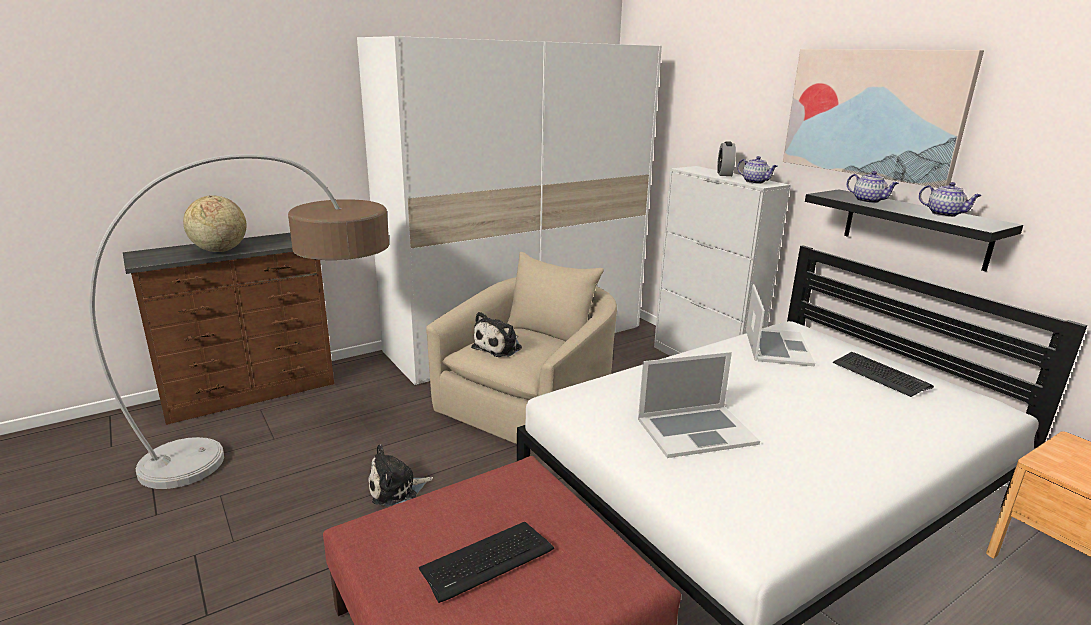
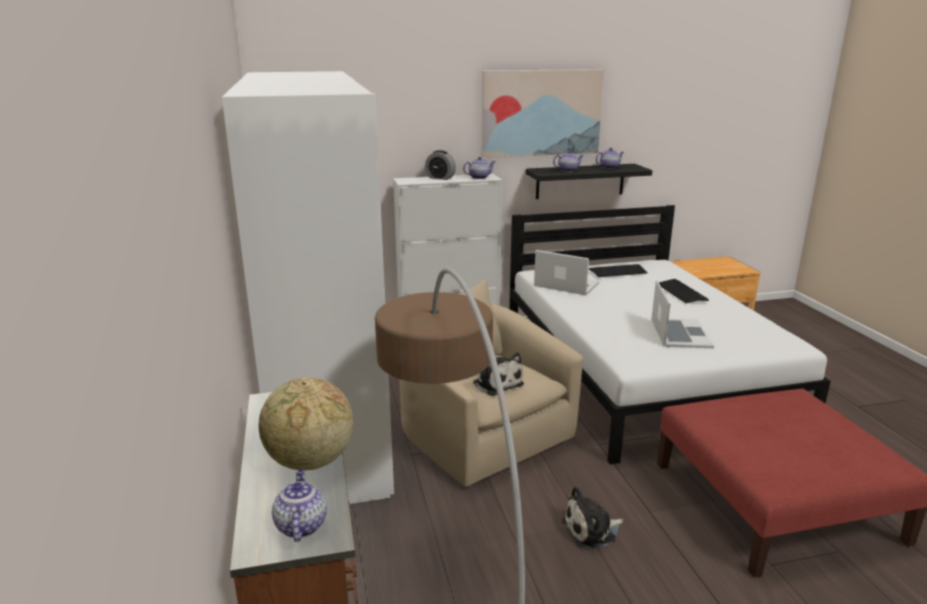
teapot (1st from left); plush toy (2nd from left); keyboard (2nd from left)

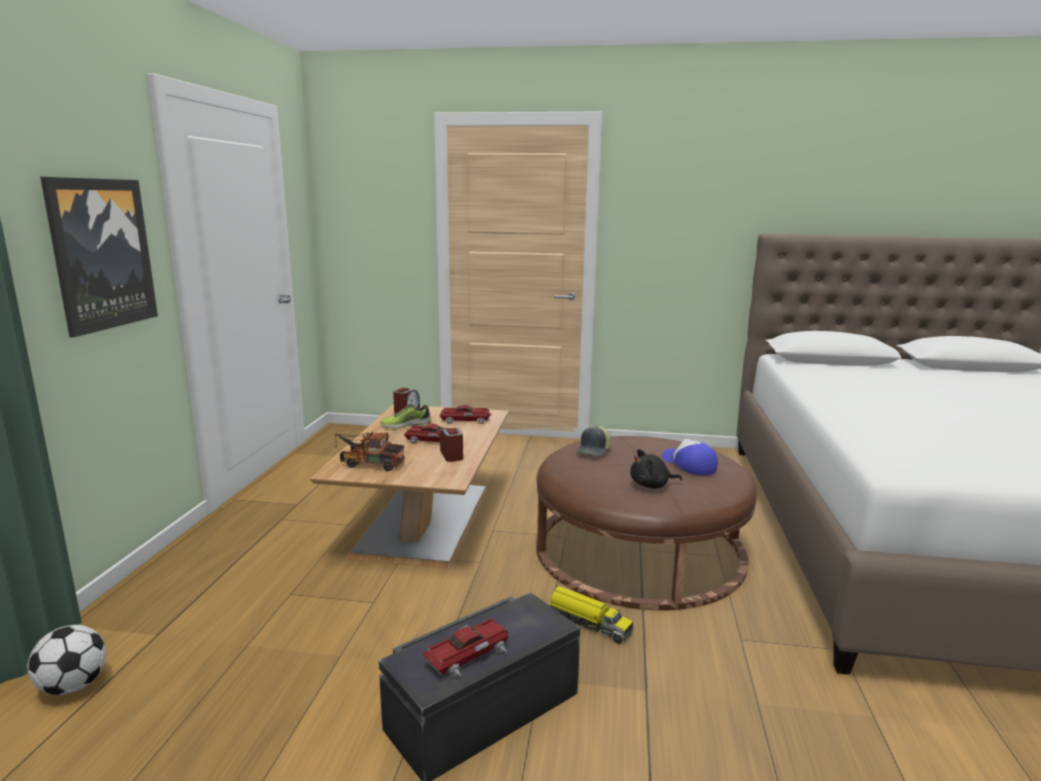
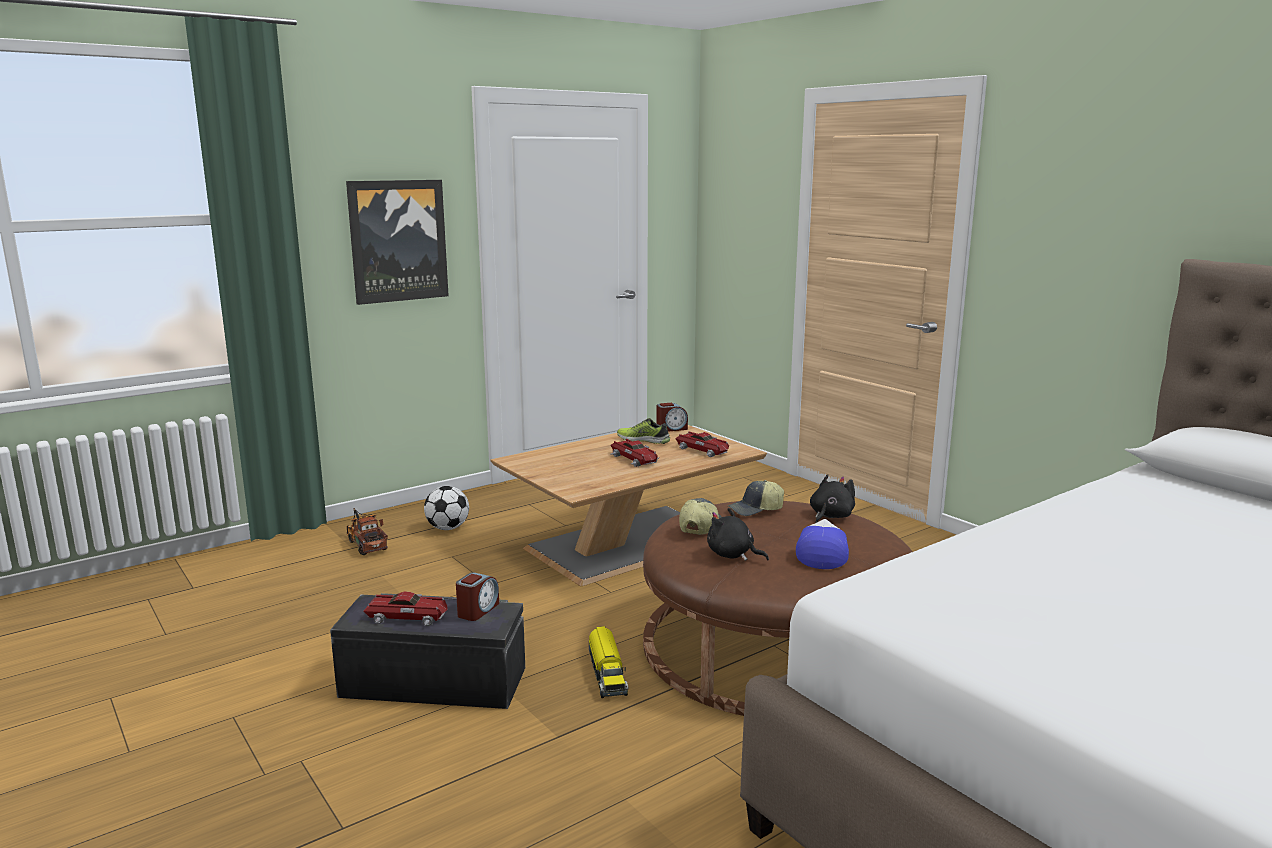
toy truck (1st from left); football; alarm clock (1st from left); cap (1st from left); black plush toy (2nd from left)

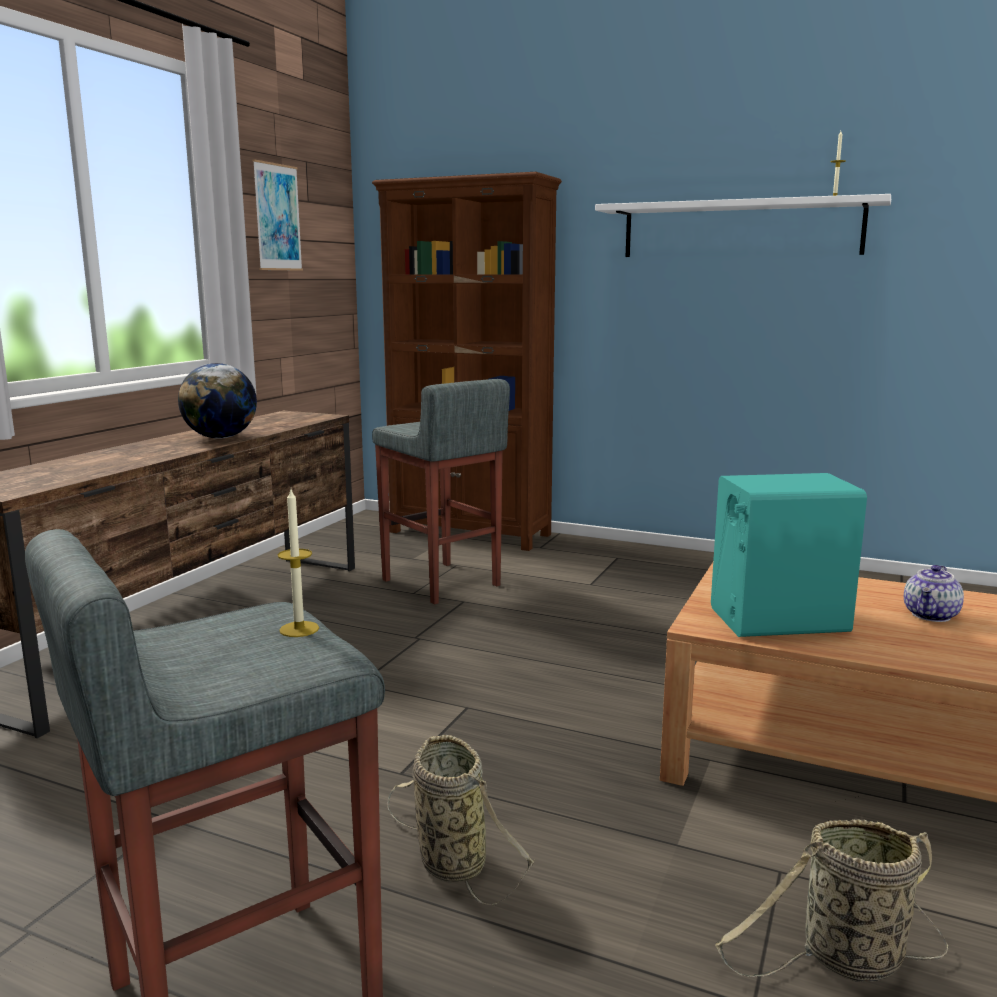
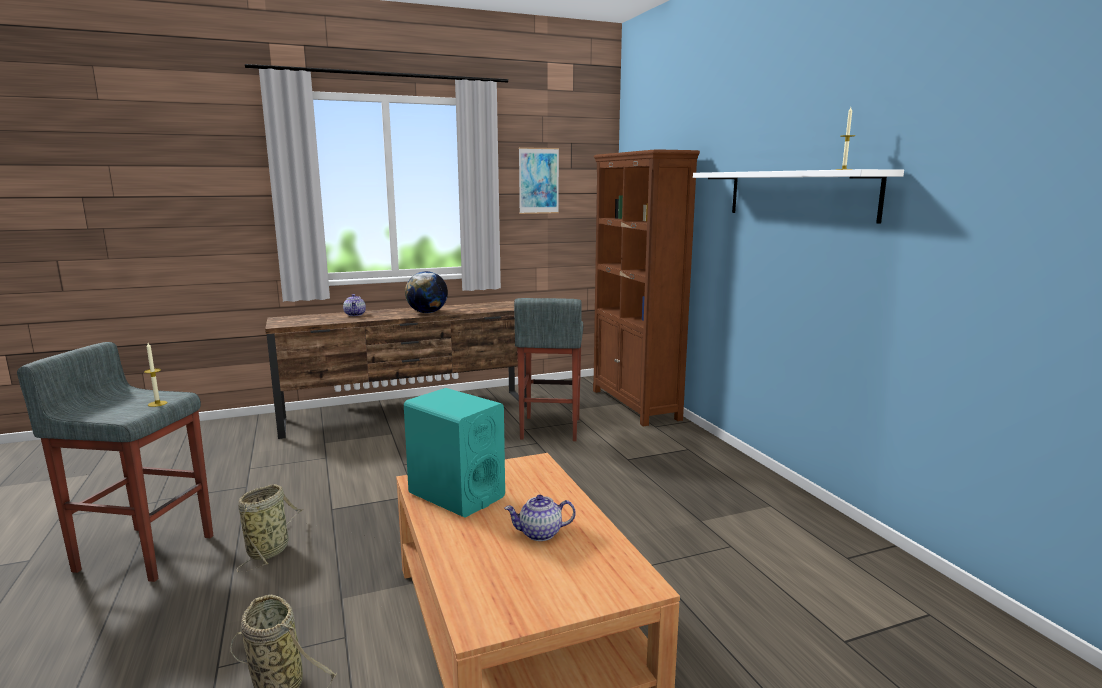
teapot (1st from left)

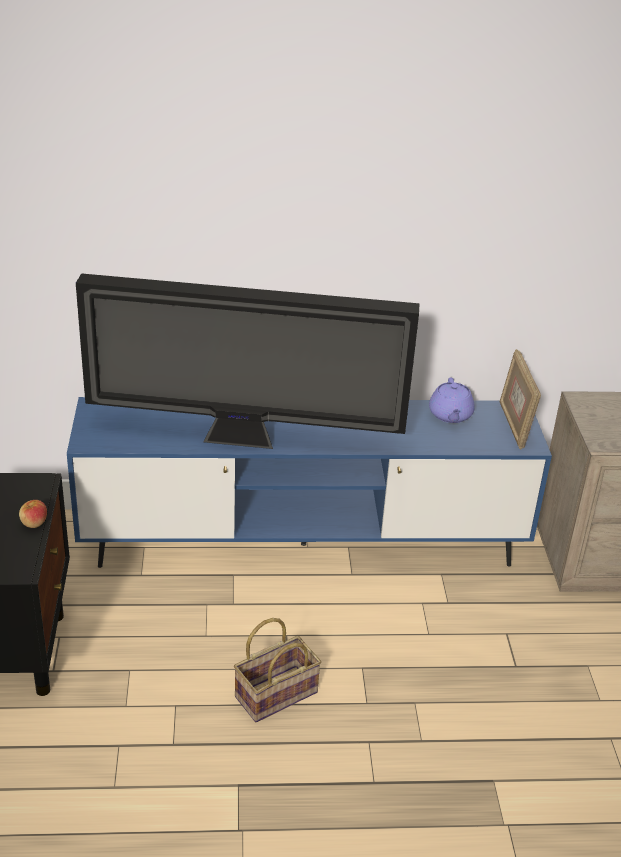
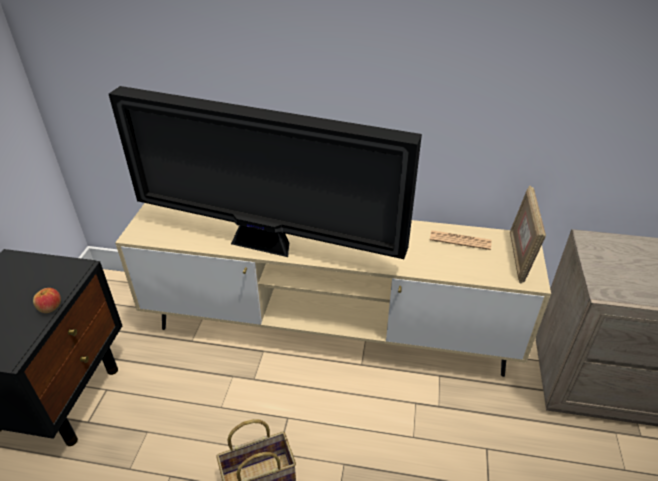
beige tv stand; newspaper

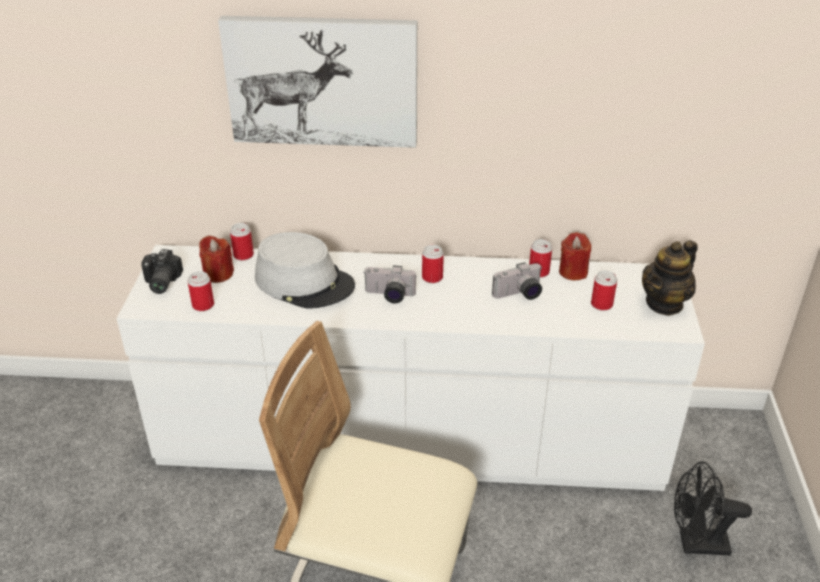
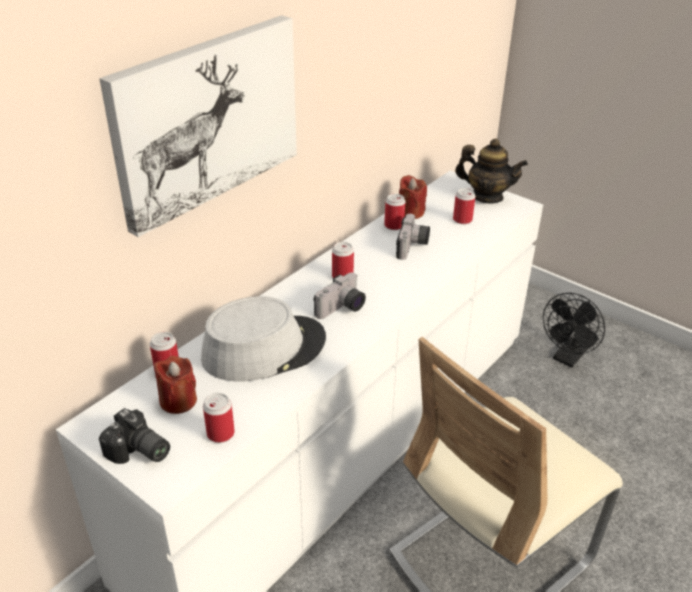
teapot

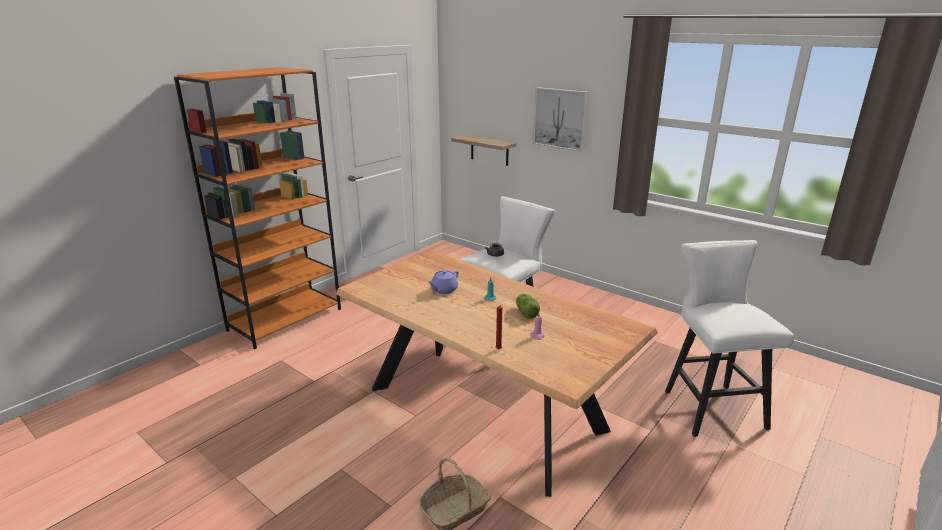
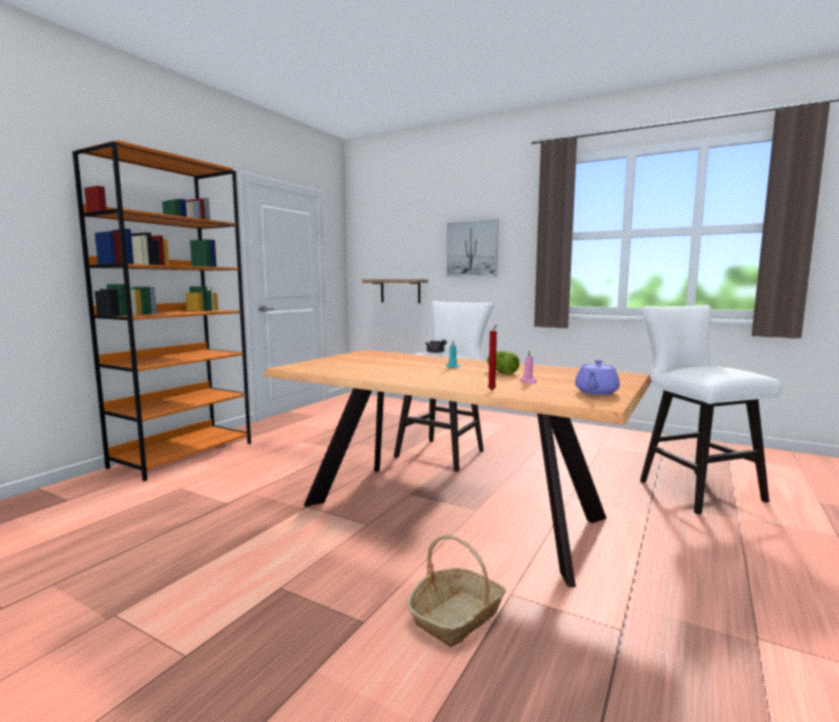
purple teapot

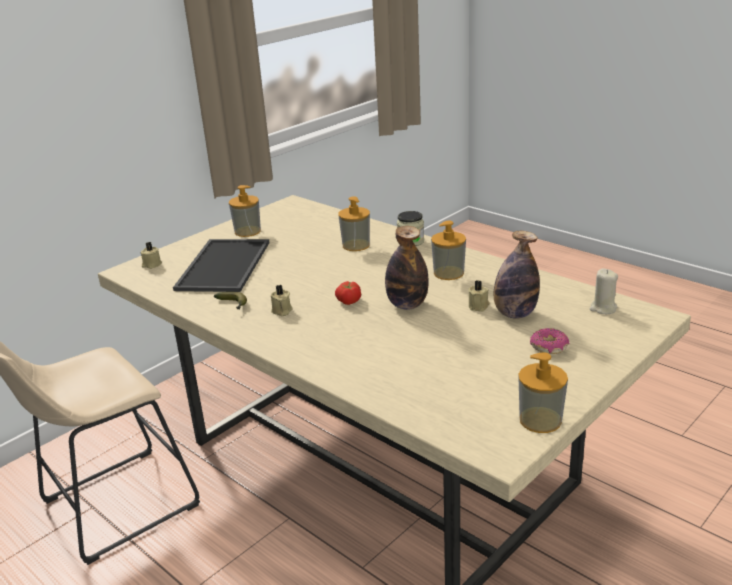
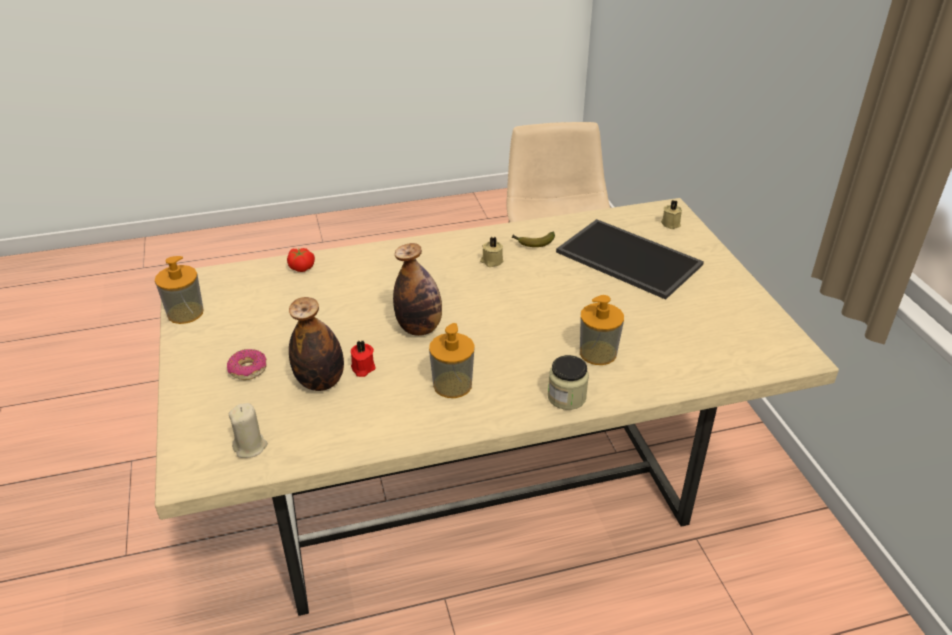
tomato; red candle; soap dispenser (1st from left in the first image)

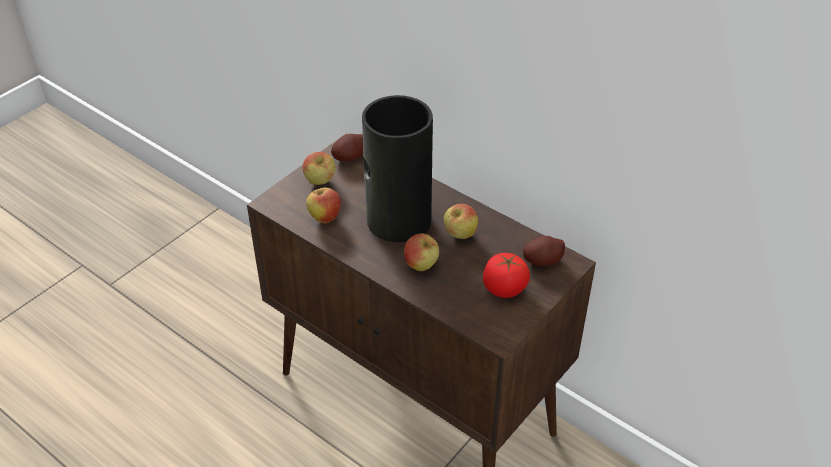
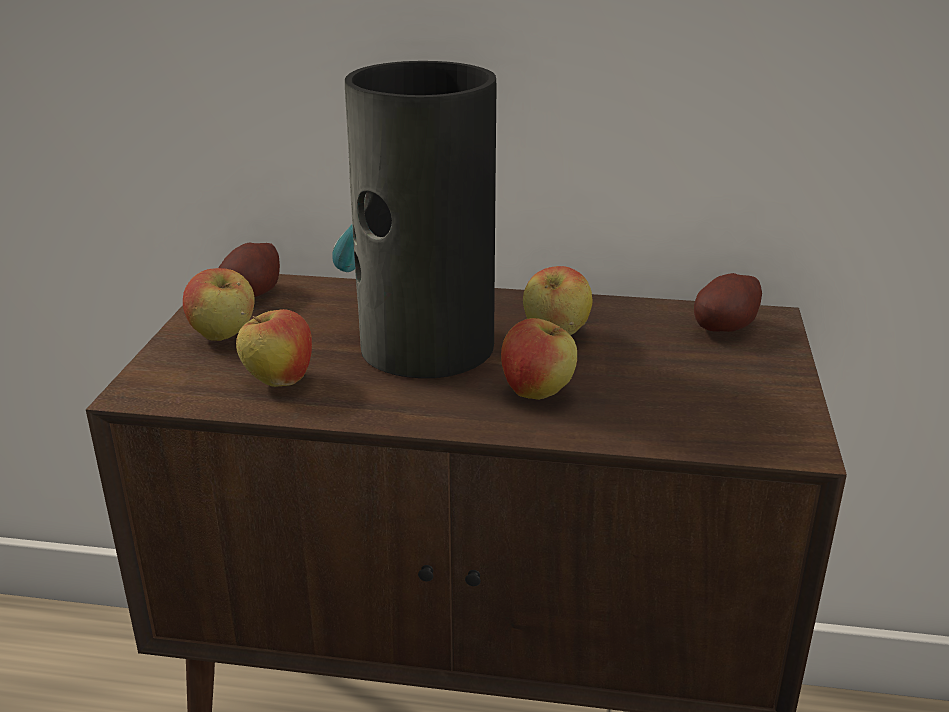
tomato

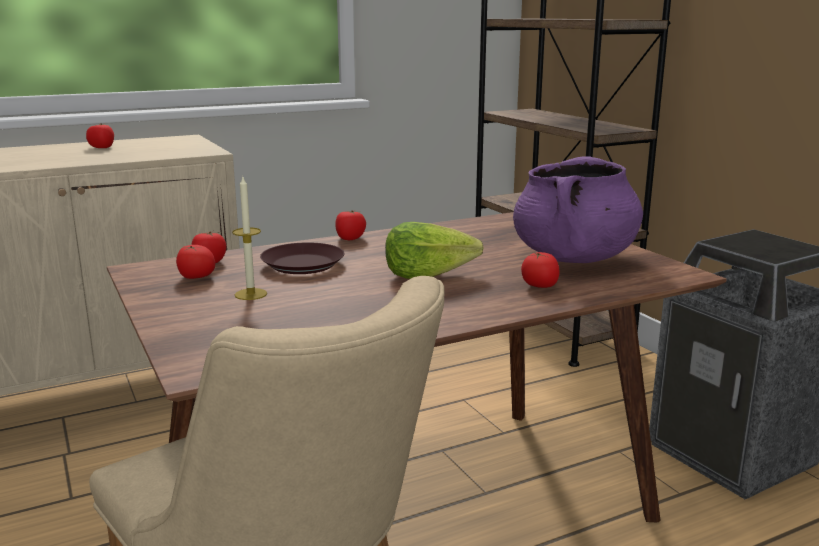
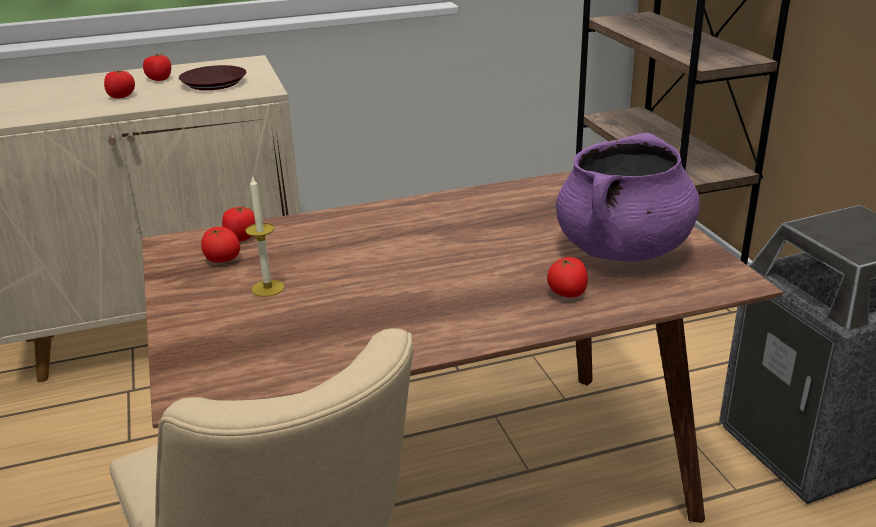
tomato (1st from left); brown plate; lettuce

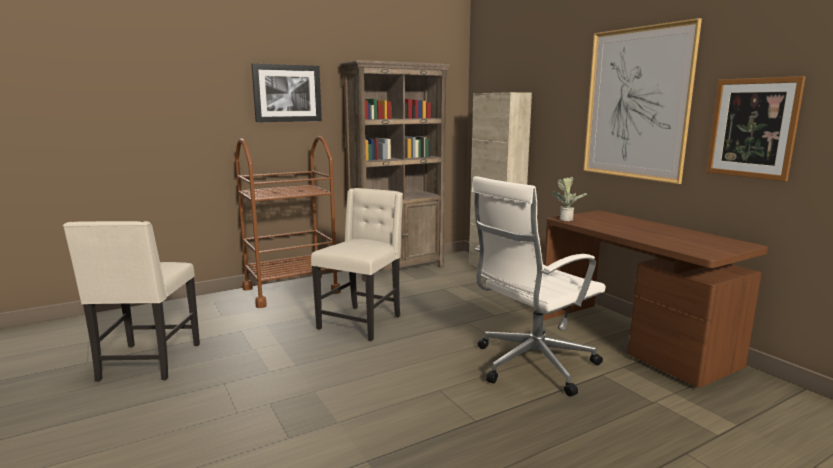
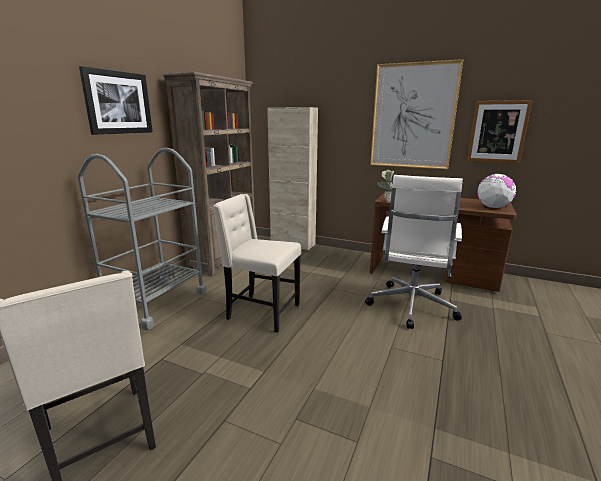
grey cart; beige chair (2nd from left); globe

